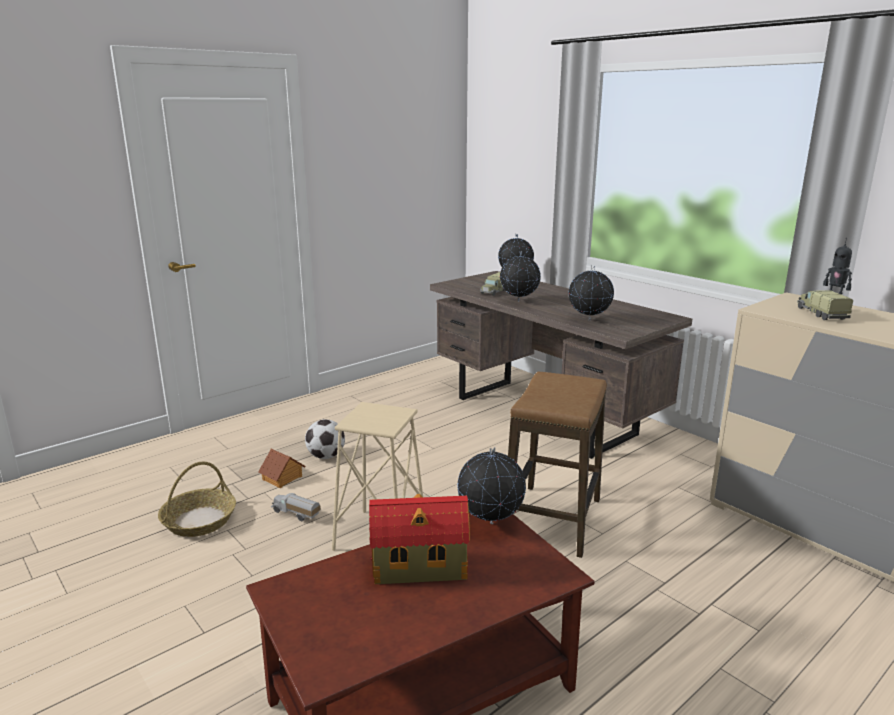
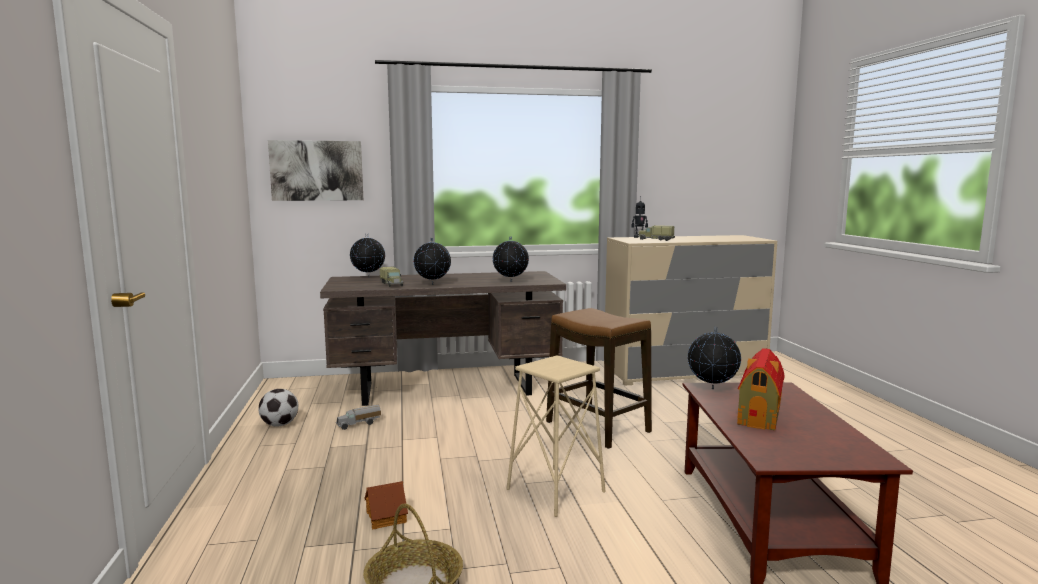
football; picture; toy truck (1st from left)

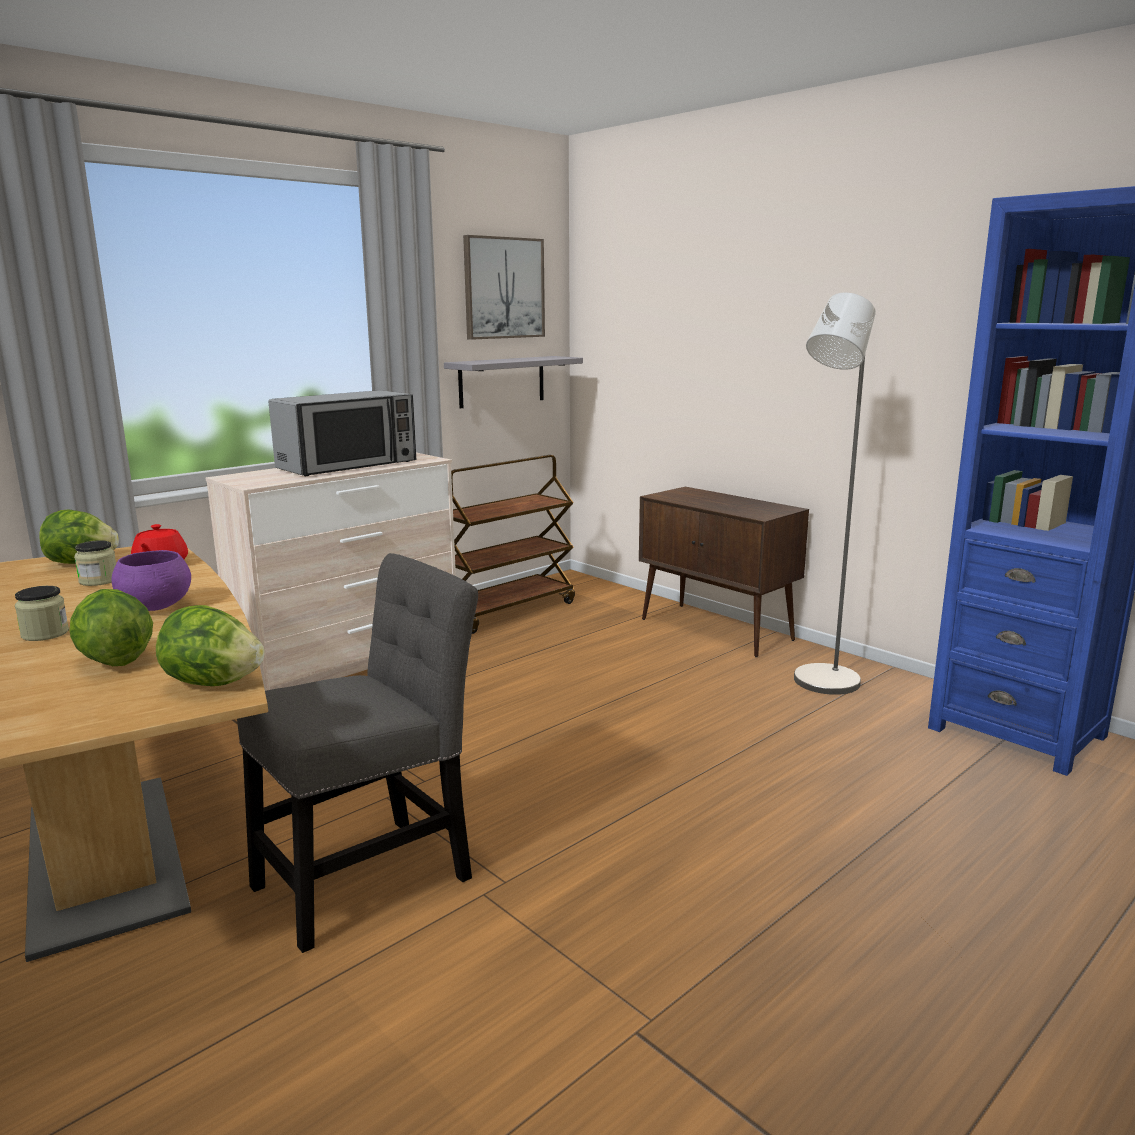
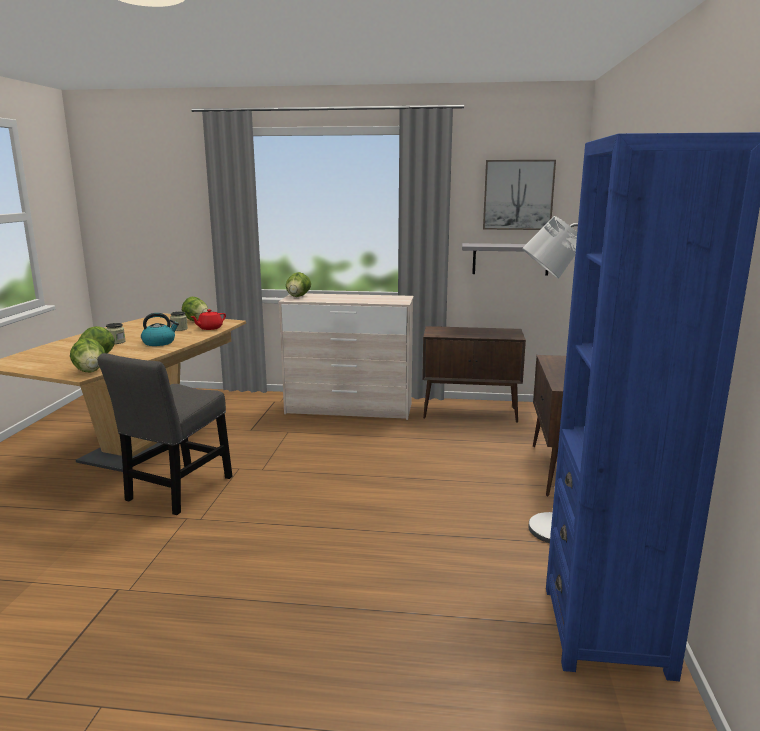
grey chair; kettle; lettuce (4th from left); brown cabinet (1st from left); microwave

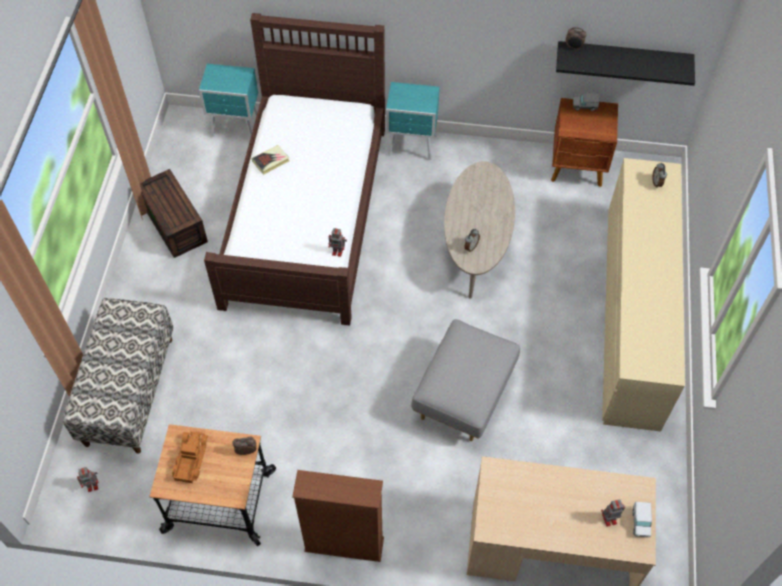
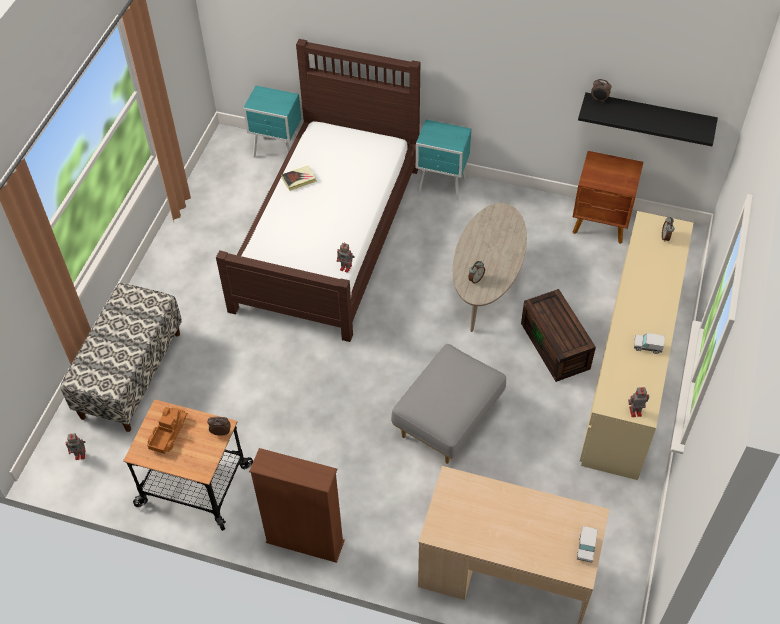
brown storage box; toy robot (3rd from left); toy truck (3rd from left)

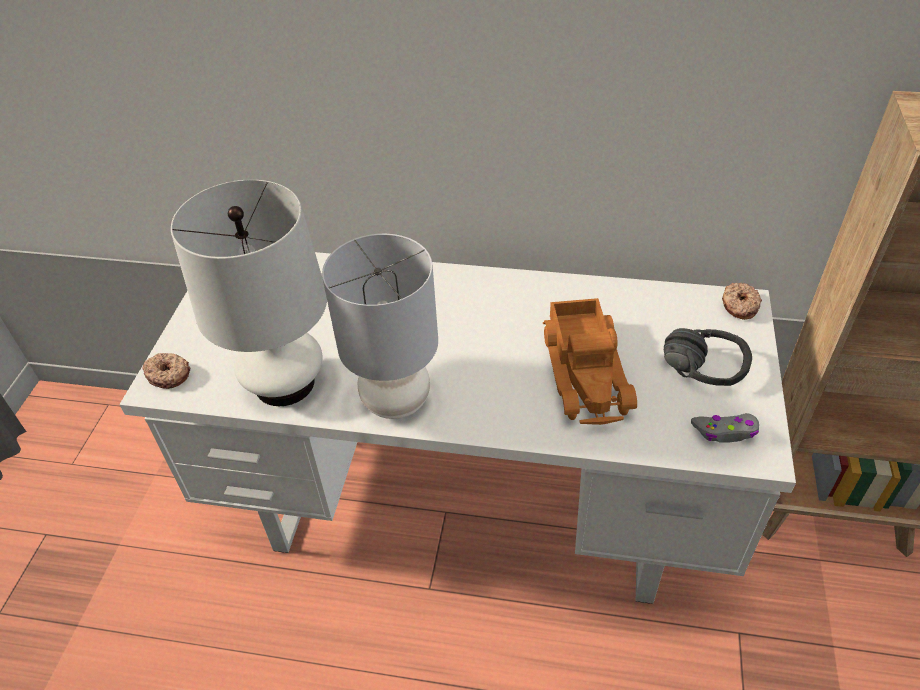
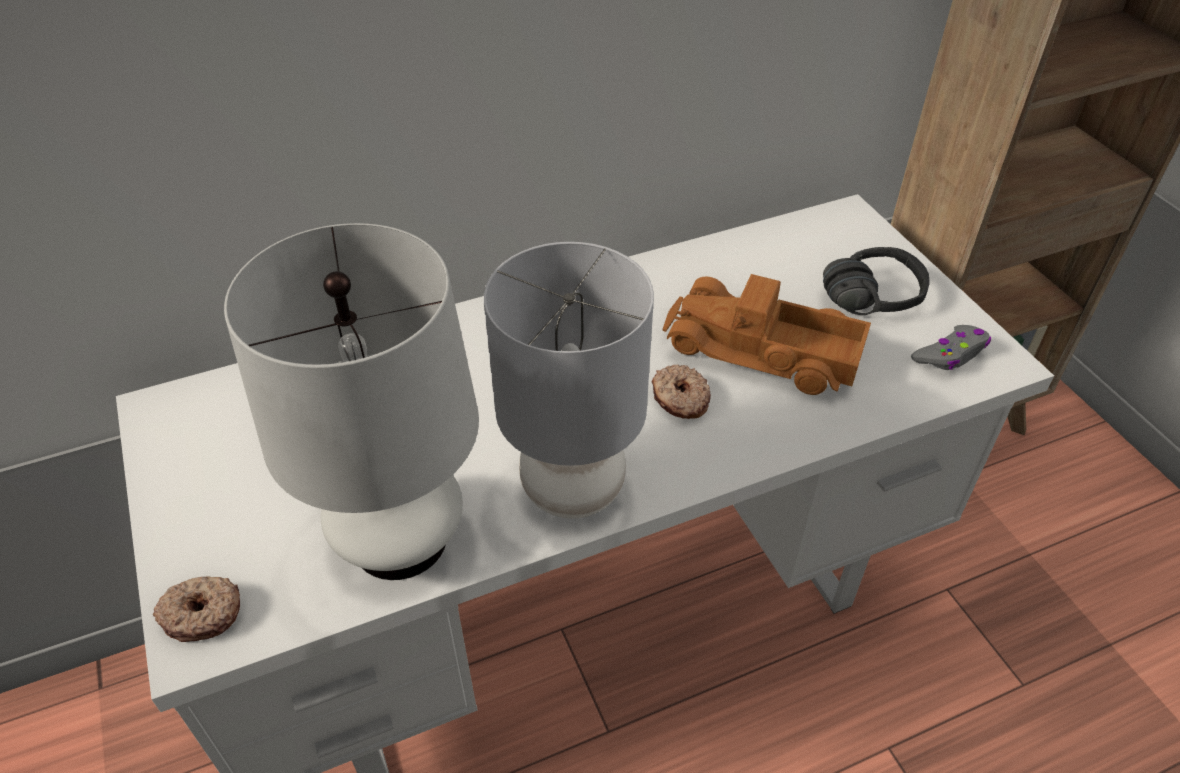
donut (2nd from left); toy truck

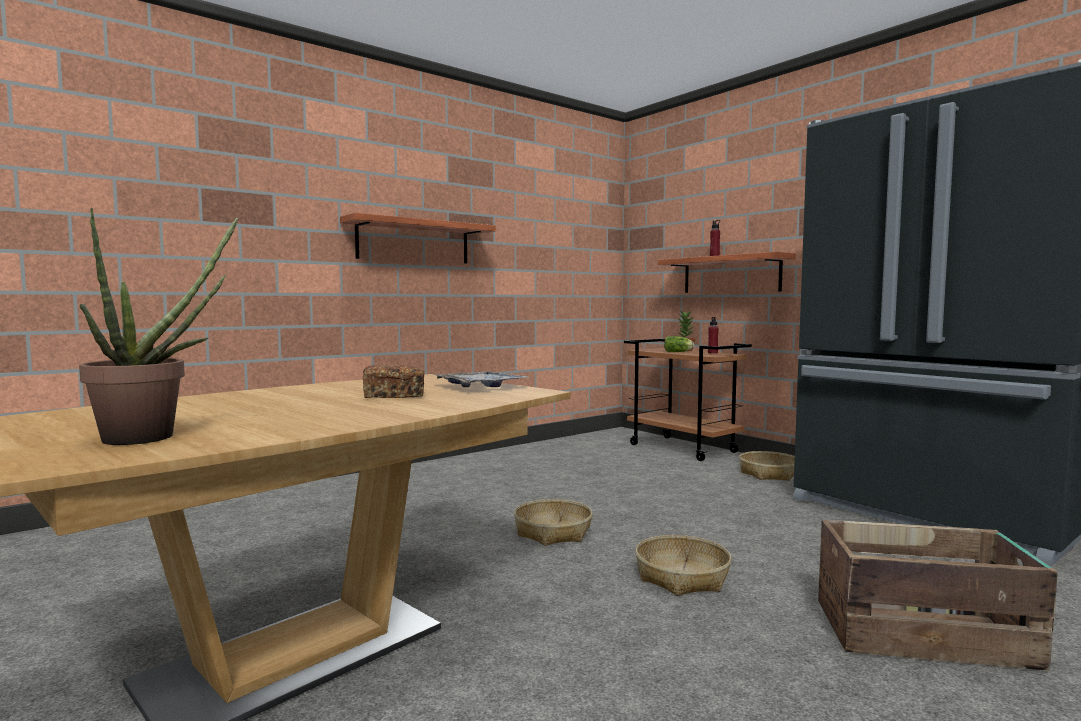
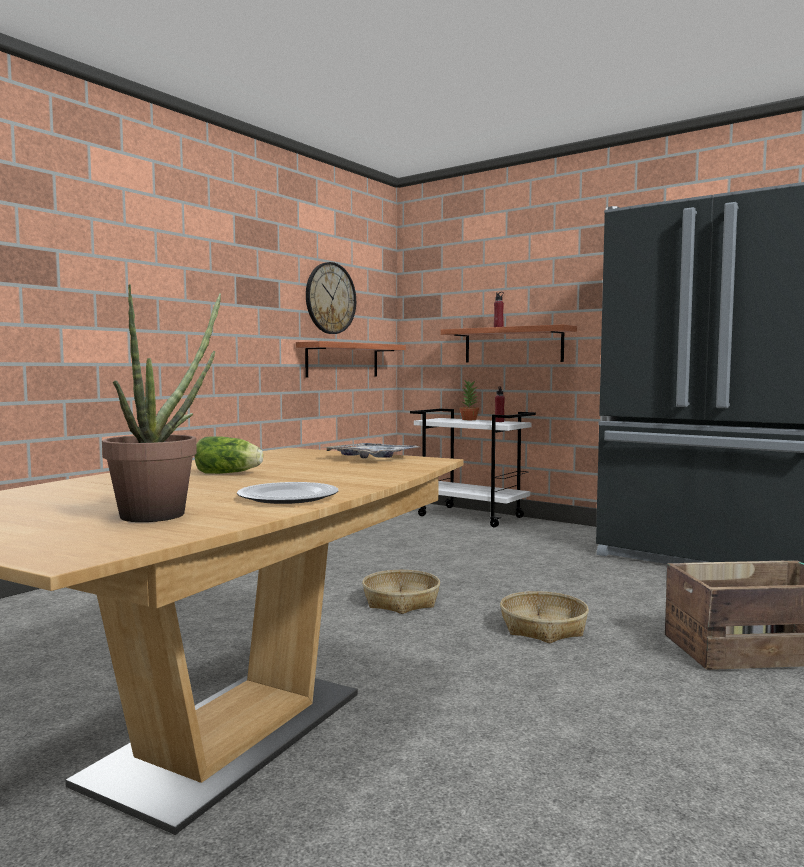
lettuce; plate; shelf (1st from left); wall clock; white cart; bread; basket (3rd from left in the first image)

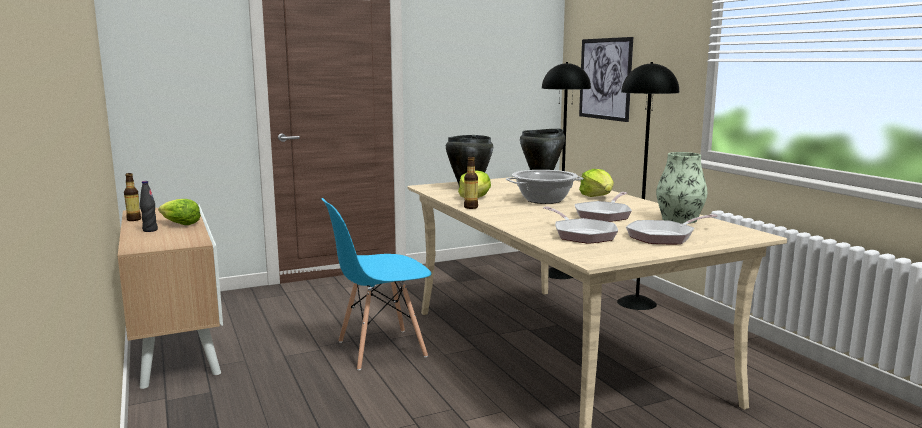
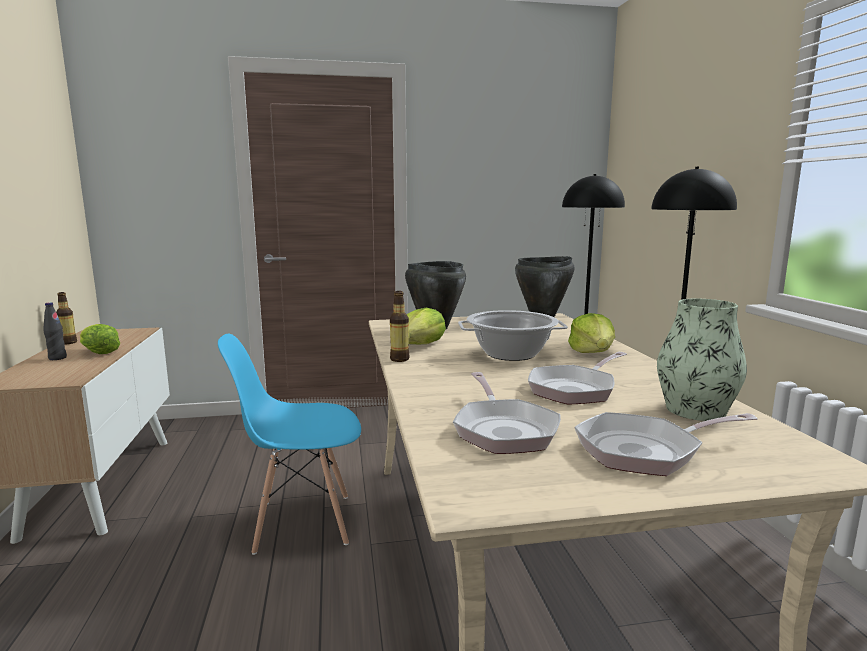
picture

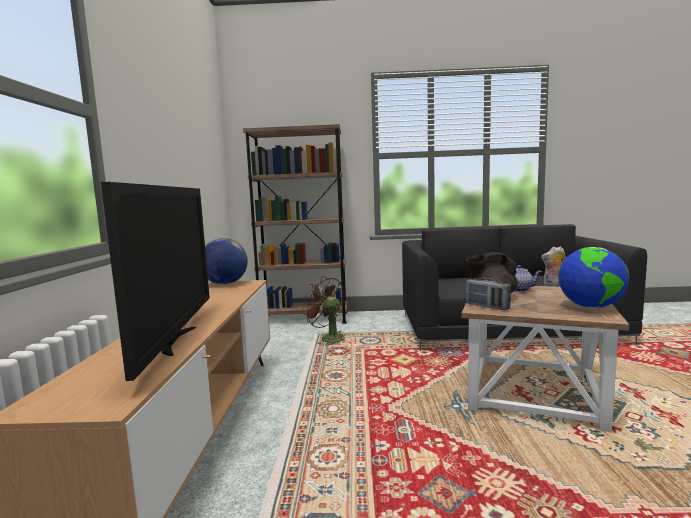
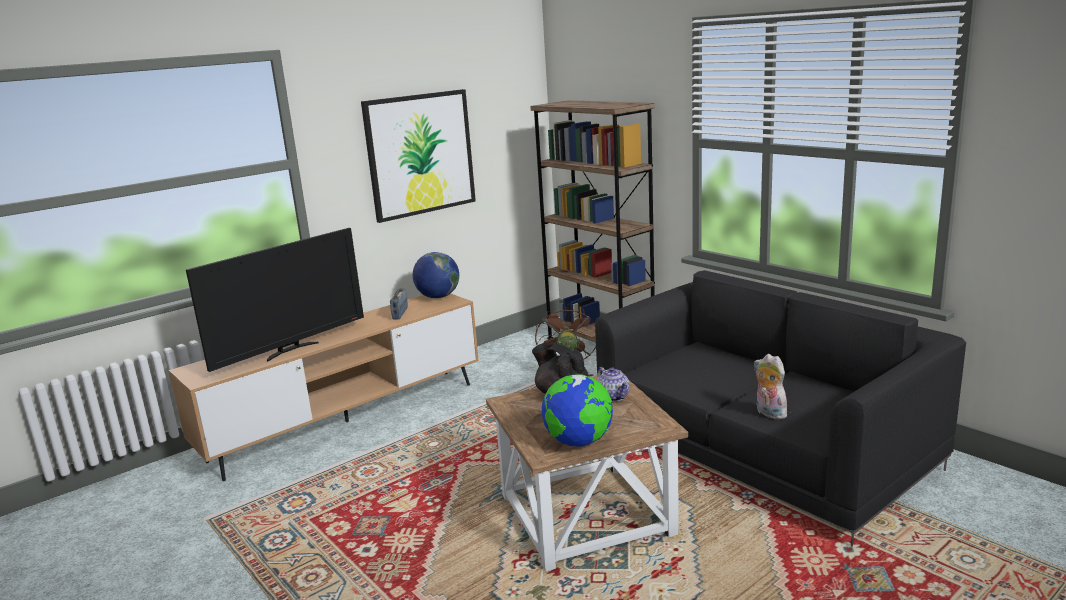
picture; radio

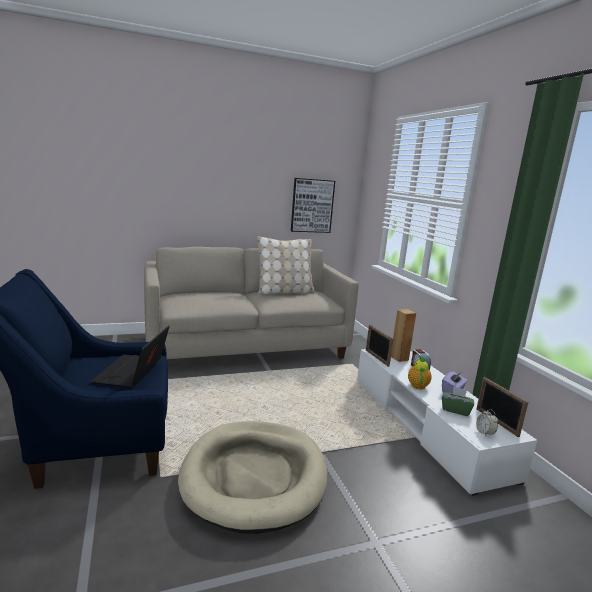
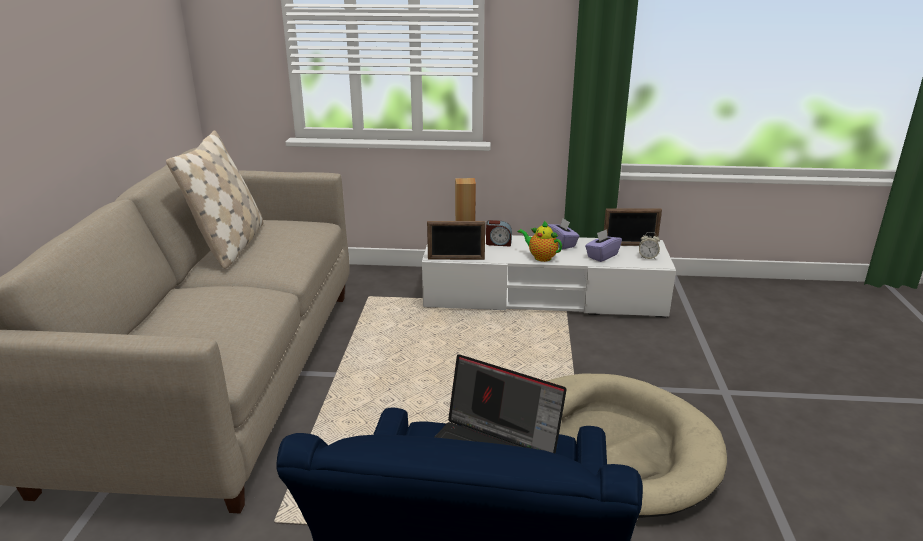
purple tissue box (2nd from left); picture

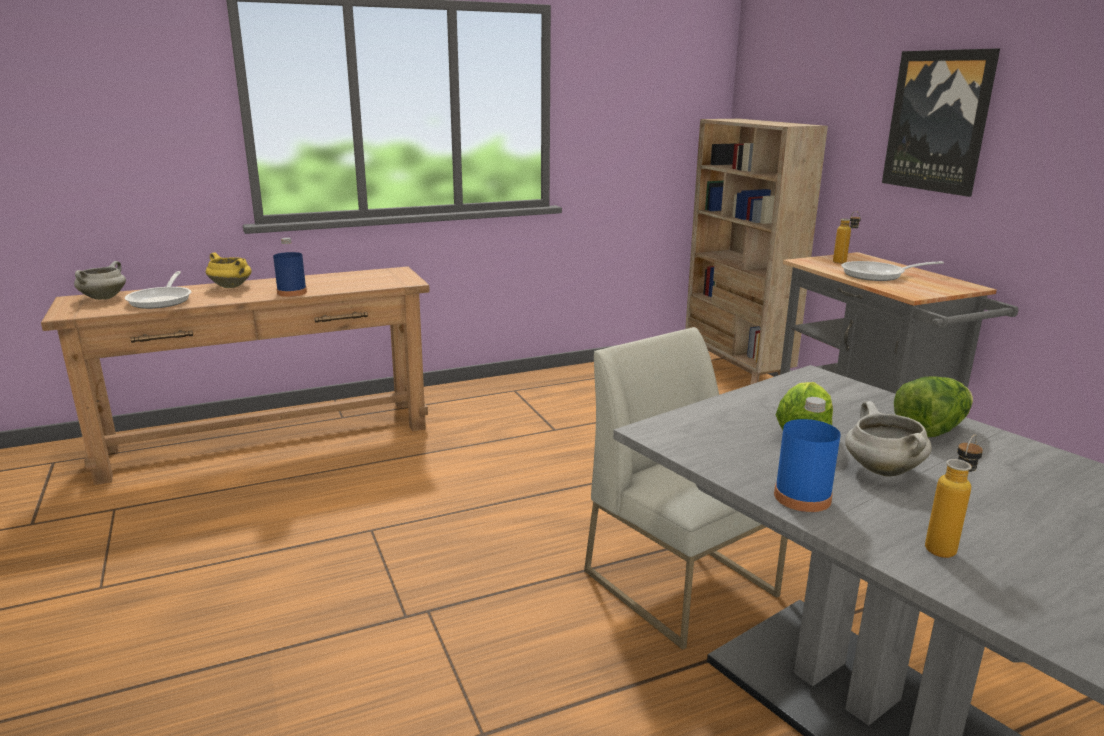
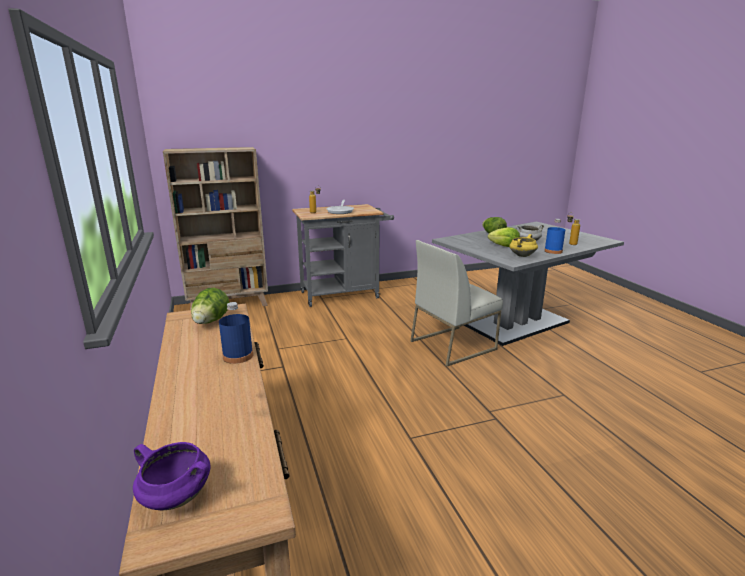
purple cooking pot; lettuce (1st from left); yellow cooking pot; frying pan (1st from left in the first image); picture

